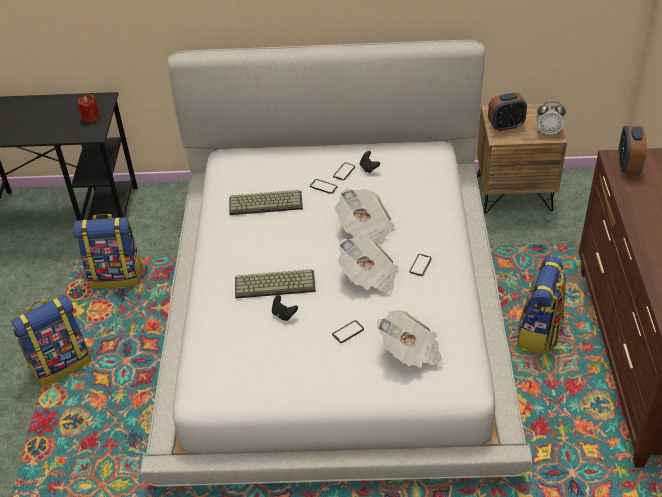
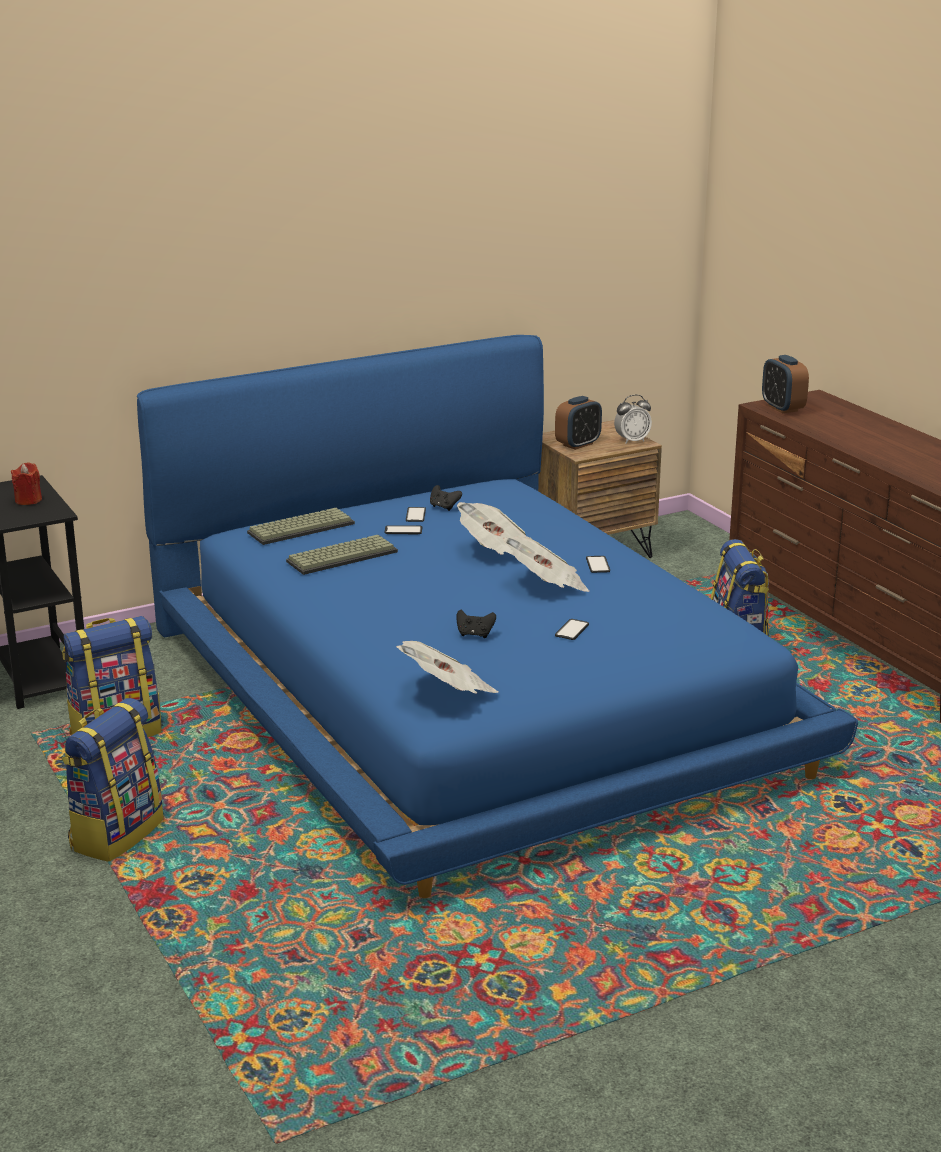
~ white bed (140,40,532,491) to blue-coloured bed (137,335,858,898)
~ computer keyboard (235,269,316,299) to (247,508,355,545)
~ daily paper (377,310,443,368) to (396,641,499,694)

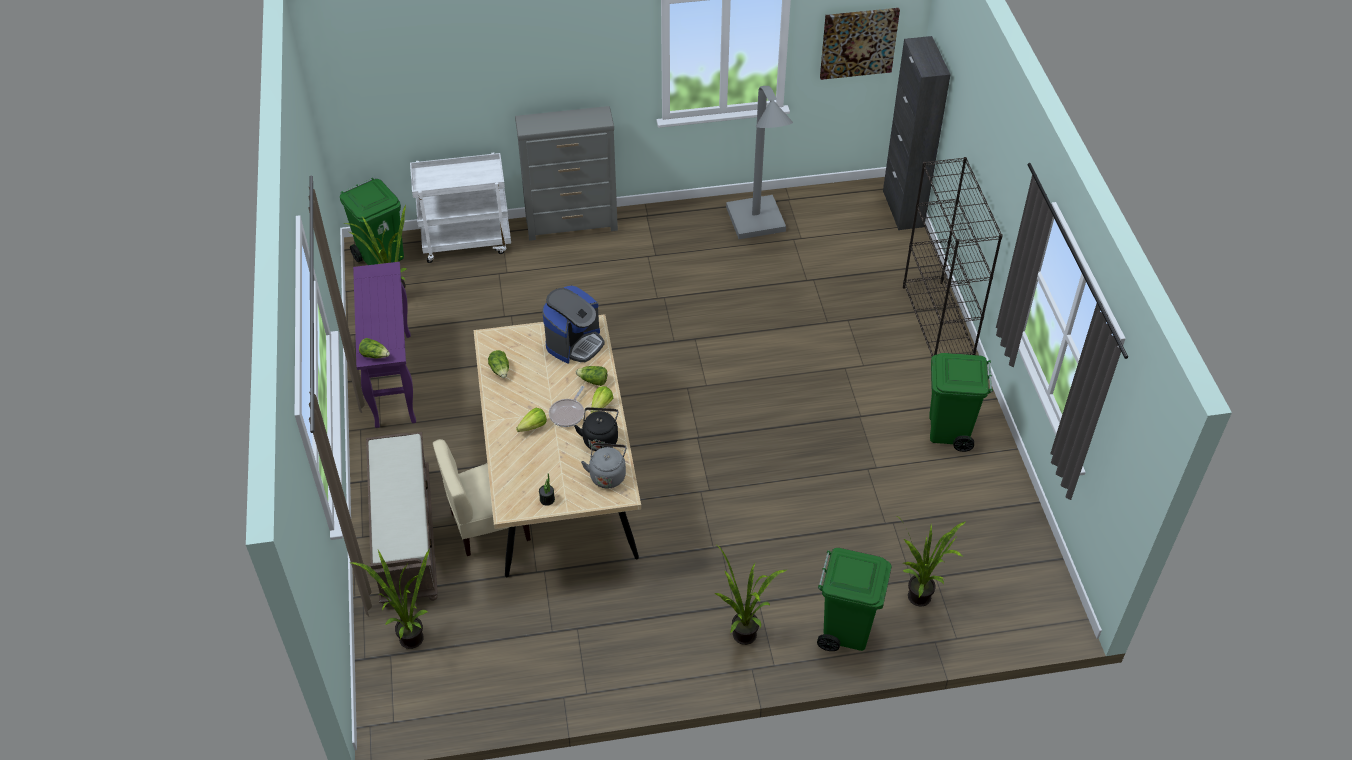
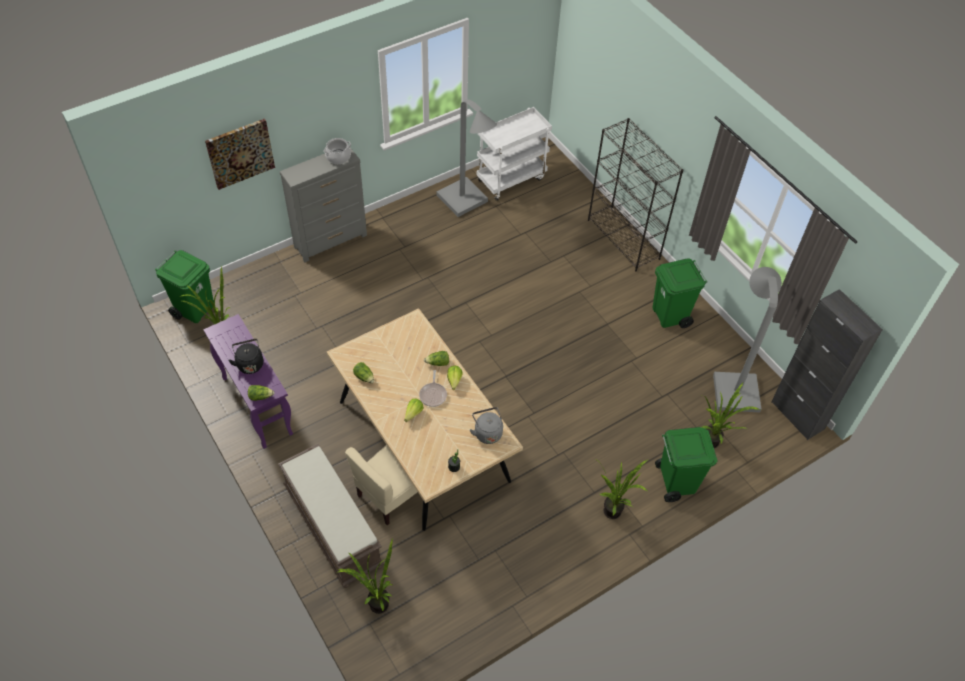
~ wall picture (820,8,900,80) to (205,118,275,190)
~ black kettle (574,407,618,451) to (228,339,263,374)
+ stockpot (324,138,351,164)
~ white wheeled cart (410,153,511,263) to (477,107,552,200)
+ grey standing lamp (713,267,782,412)
~ black storage cabinet (883,36,951,230) to (771,289,883,440)
- coffee maker (542,286,605,364)

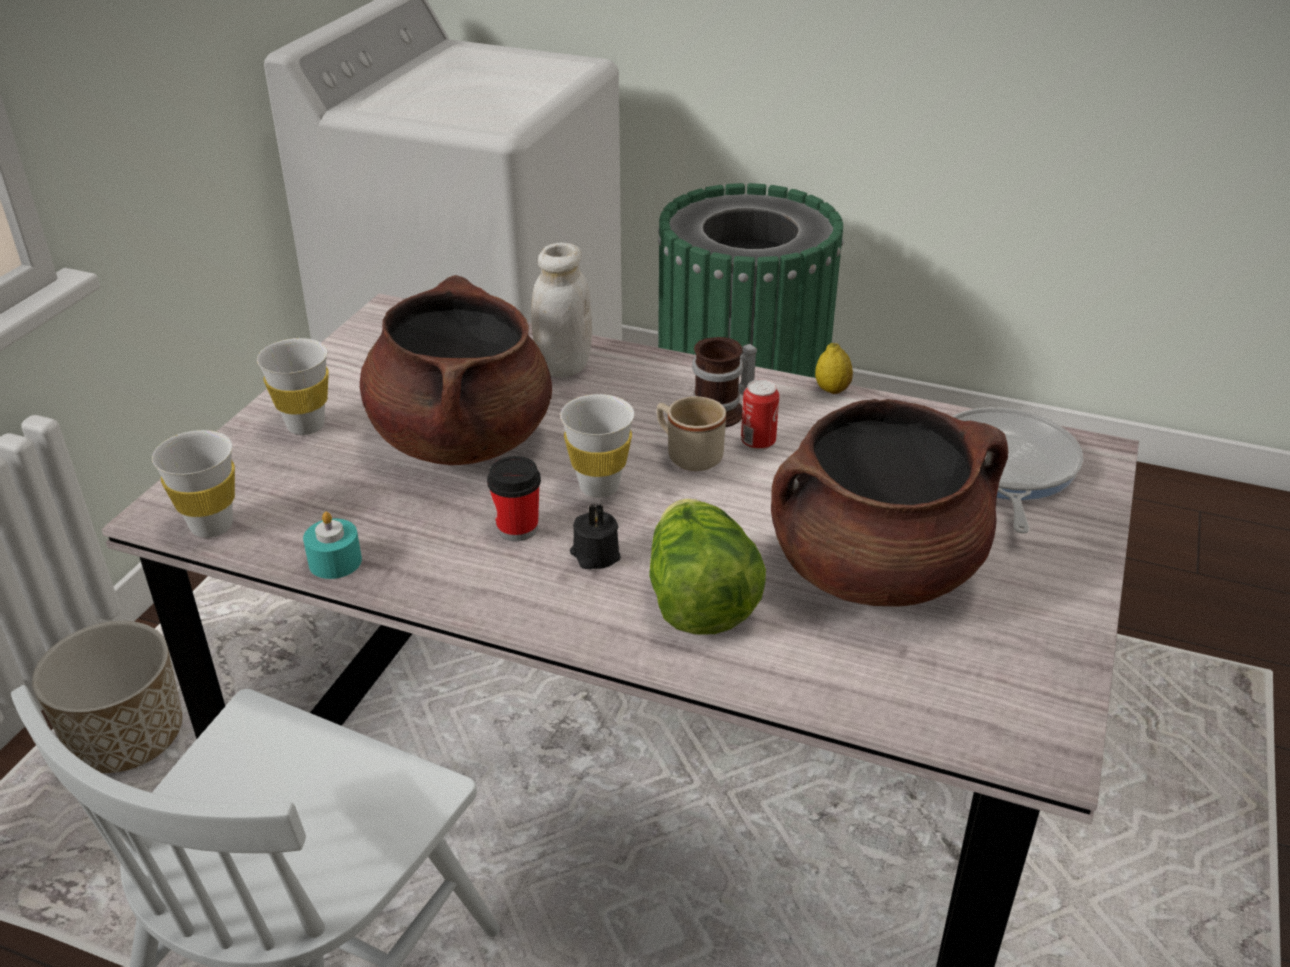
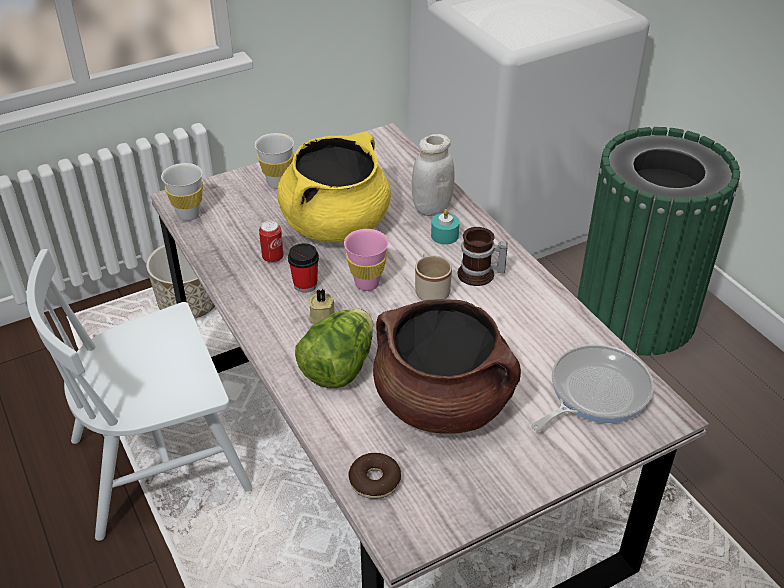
~ metal can (741,379,779,451) to (259,220,284,263)
~ brown-coloured stockpot (360,275,552,465) to yellow-coloured stockpot (277,132,391,242)
~ black candle (570,503,621,569) to beige-coloured candle (308,289,334,324)
~ white small cup (560,394,634,498) to pink small cup (344,229,389,291)
+ doughnut (348,453,401,499)
~ blue-green candle (303,512,362,579) to (431,209,460,245)
- citrus fruit (815,343,853,394)

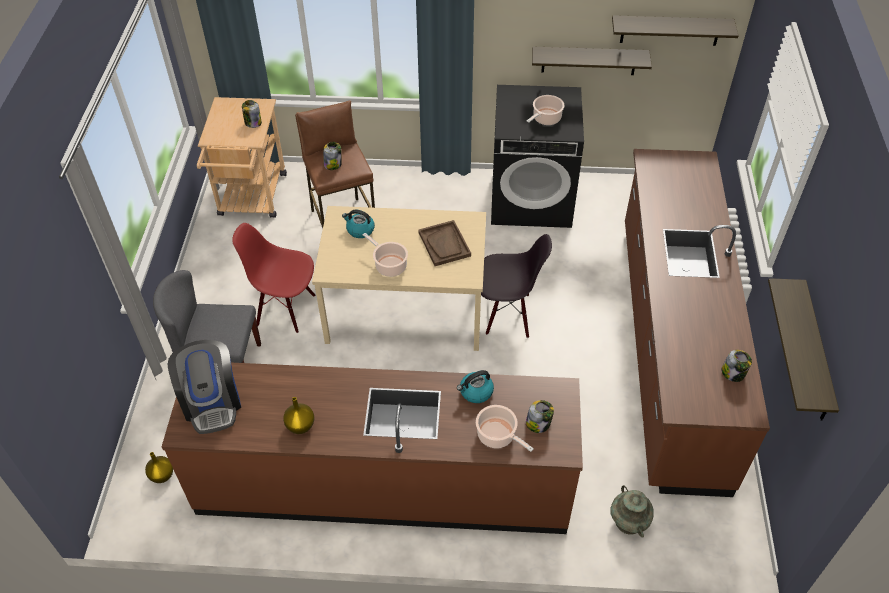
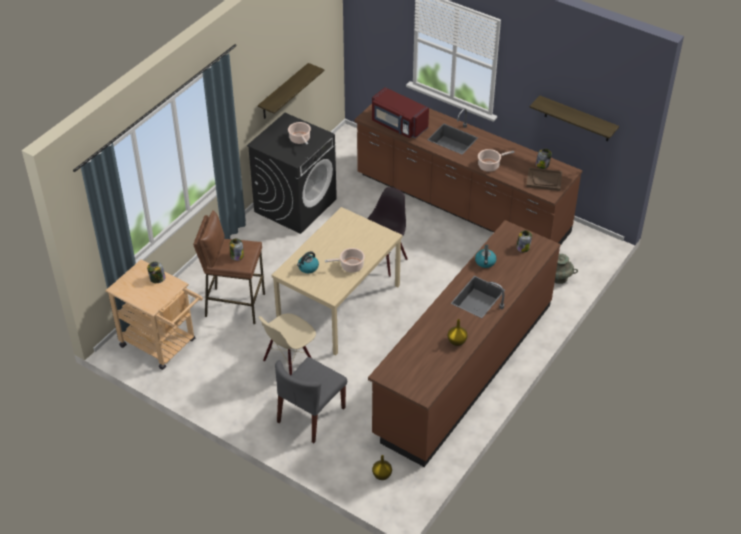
~ red-coloured plain chair (232,223,315,333) to beige-coloured plain chair (259,313,316,375)
+ red-coloured microwave oven (372,87,429,138)
~ stockpot (476,405,534,452) to (478,149,515,172)
~ brown-coloured carrying tray (418,220,471,266) to (526,168,562,191)
- coffee maker (168,340,241,434)
- shelf (612,15,738,46)

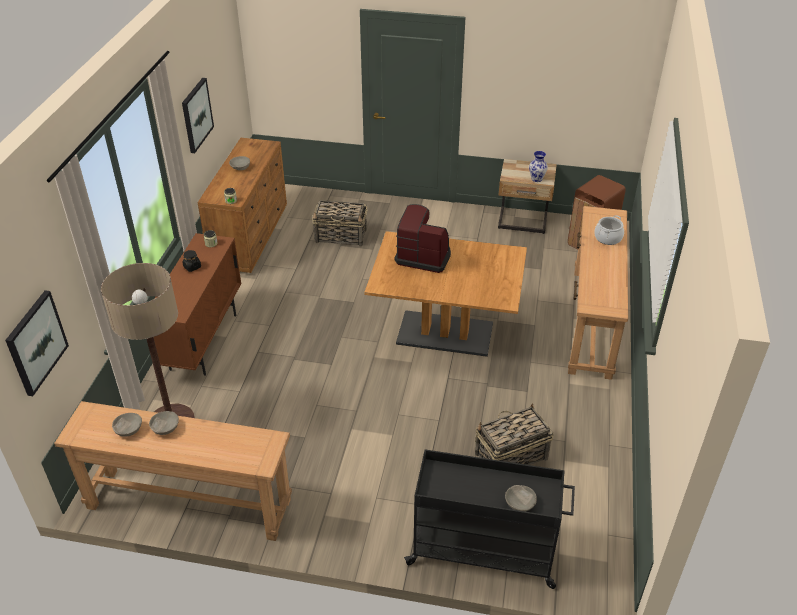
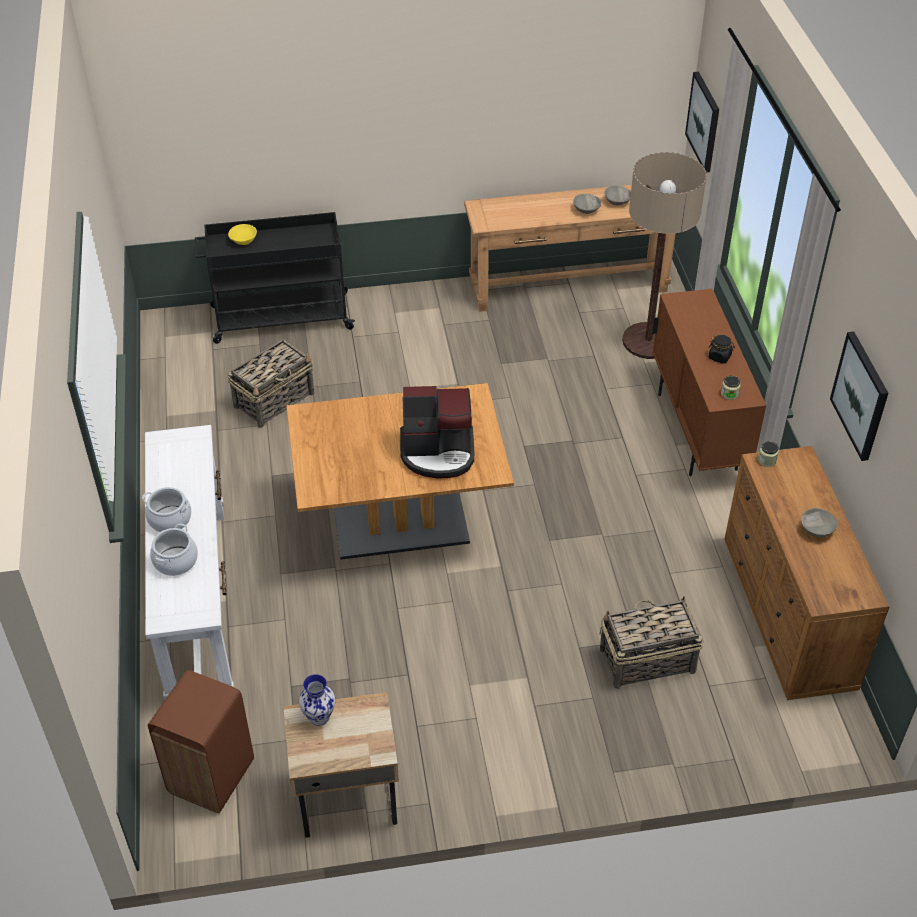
+ stockpot (142,487,191,532)
~ brown-coloured hall table (568,206,628,380) to white hall table (145,425,234,700)
~ grey deep dish (505,485,537,512) to yellow-coloured deep dish (228,224,257,245)

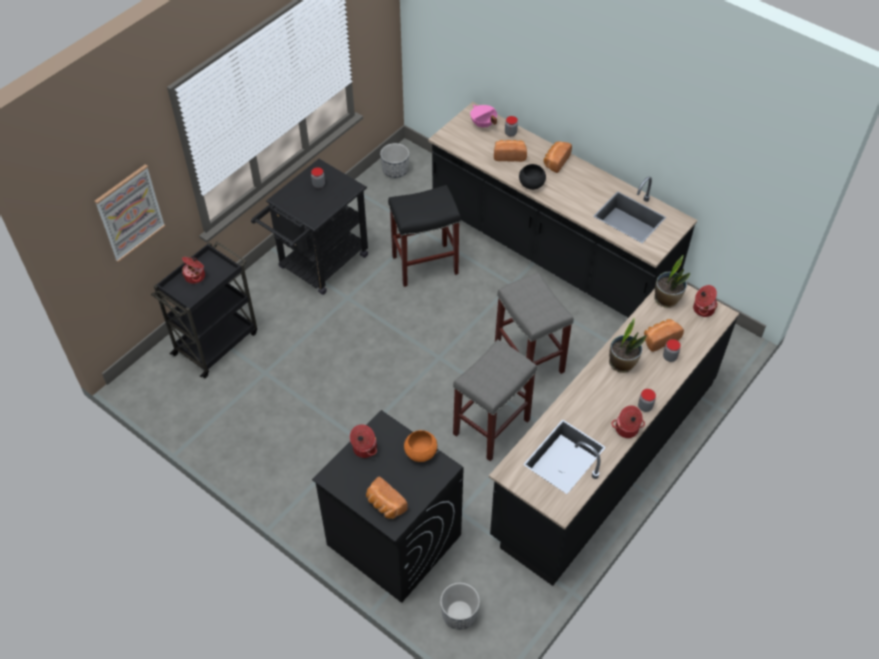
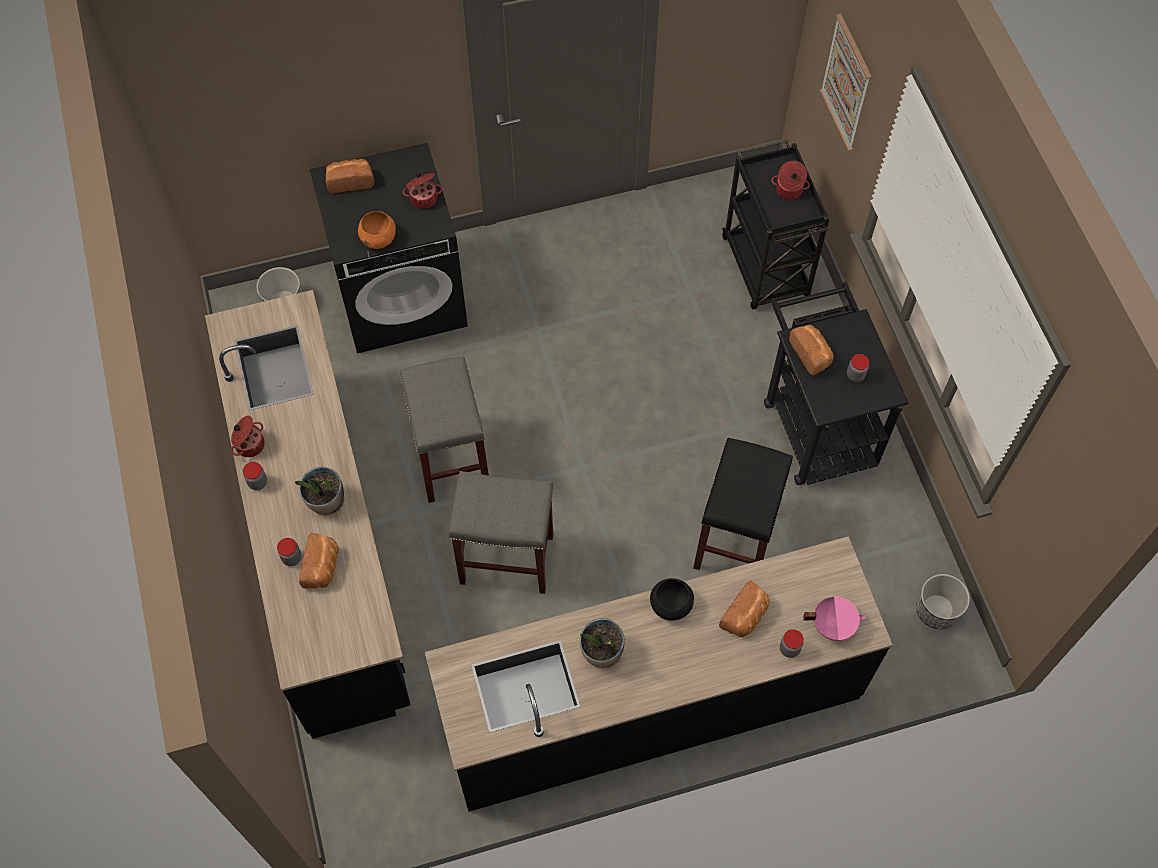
~ plant in a pot (654,255,690,308) to (580,618,624,669)
~ bread (544,141,572,173) to (789,325,834,376)
- stockpot (693,285,718,317)

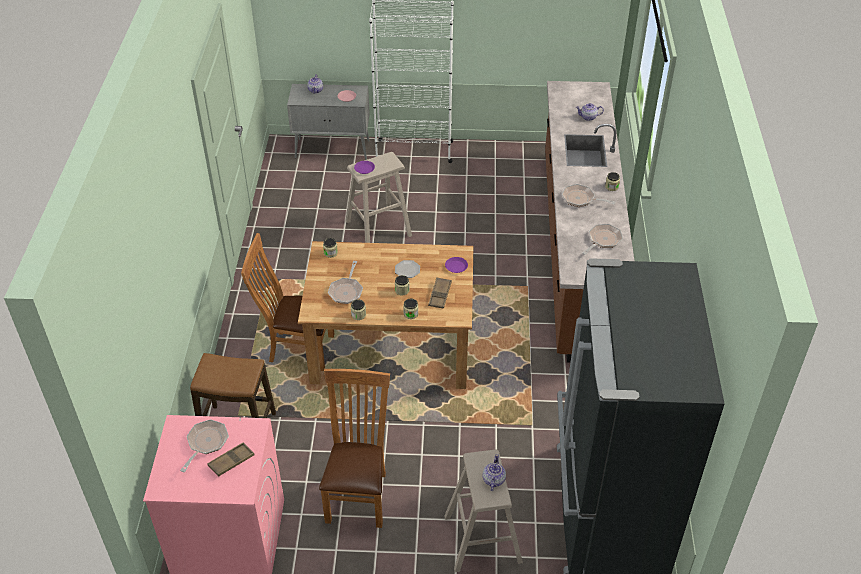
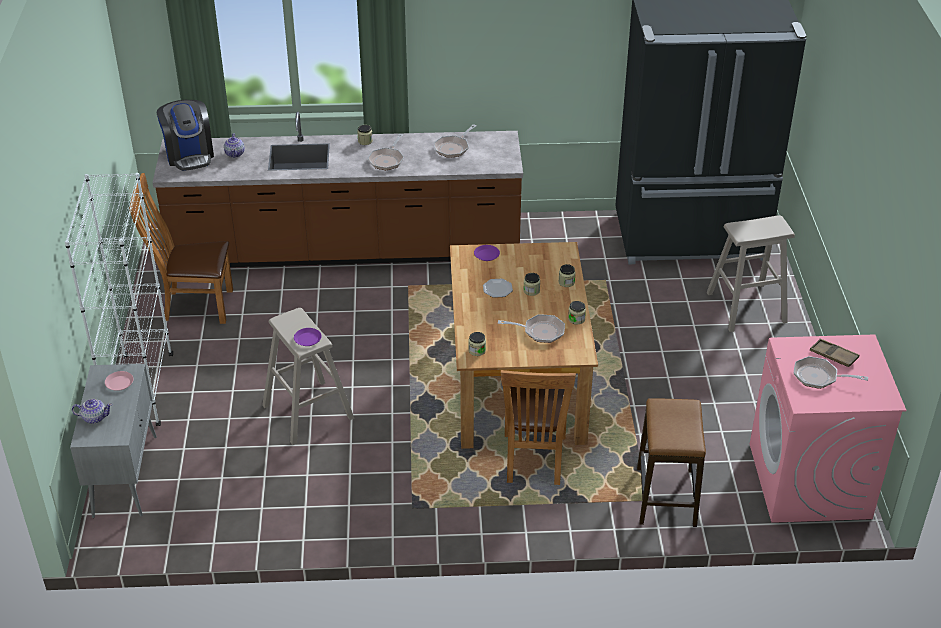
~ brown-coloured plain chair (319,369,390,528) to (129,173,233,324)
+ coffee maker (157,100,214,171)
~ pan (582,224,623,255) = (434,124,476,158) 90 degrees counterclockwise
- brown-coloured carrying tray (428,277,452,309)
- teapot (483,454,506,491)

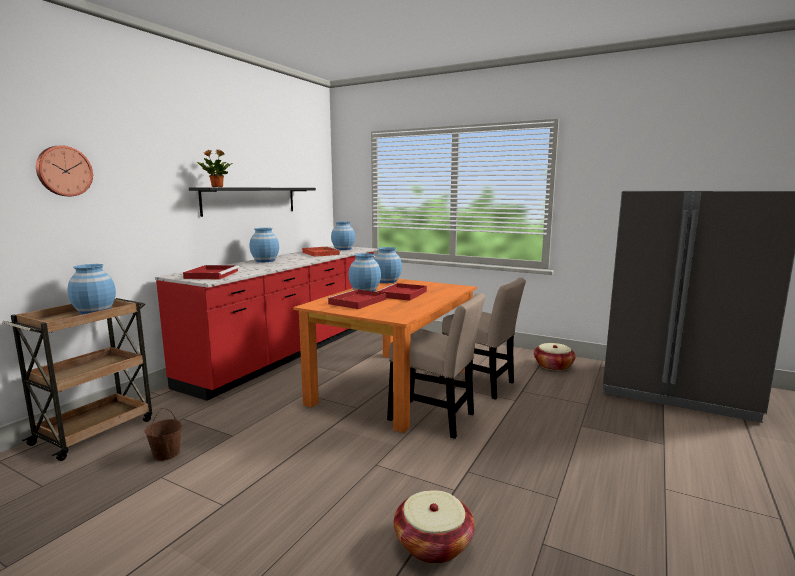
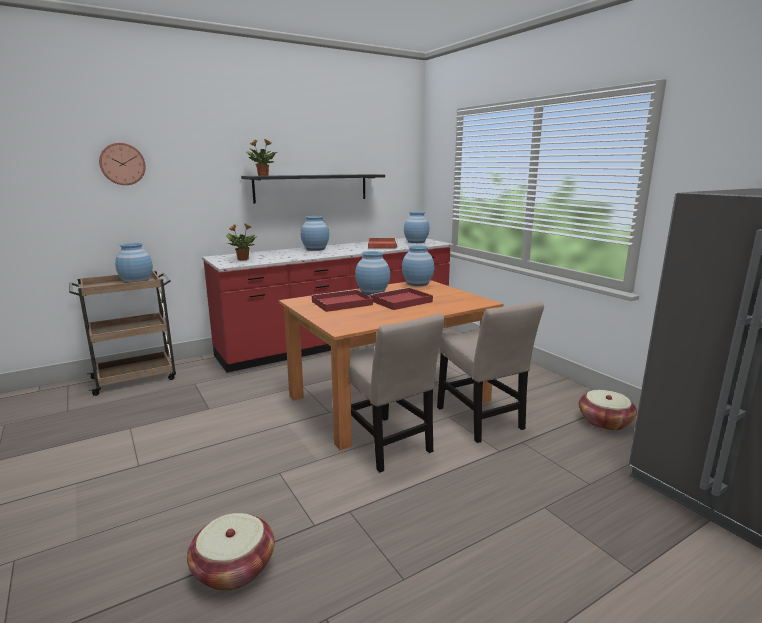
~ red-coloured carrying tray (183,265,239,279) to plant in a pot (226,223,256,261)
- brown-coloured bucket (145,408,182,461)

